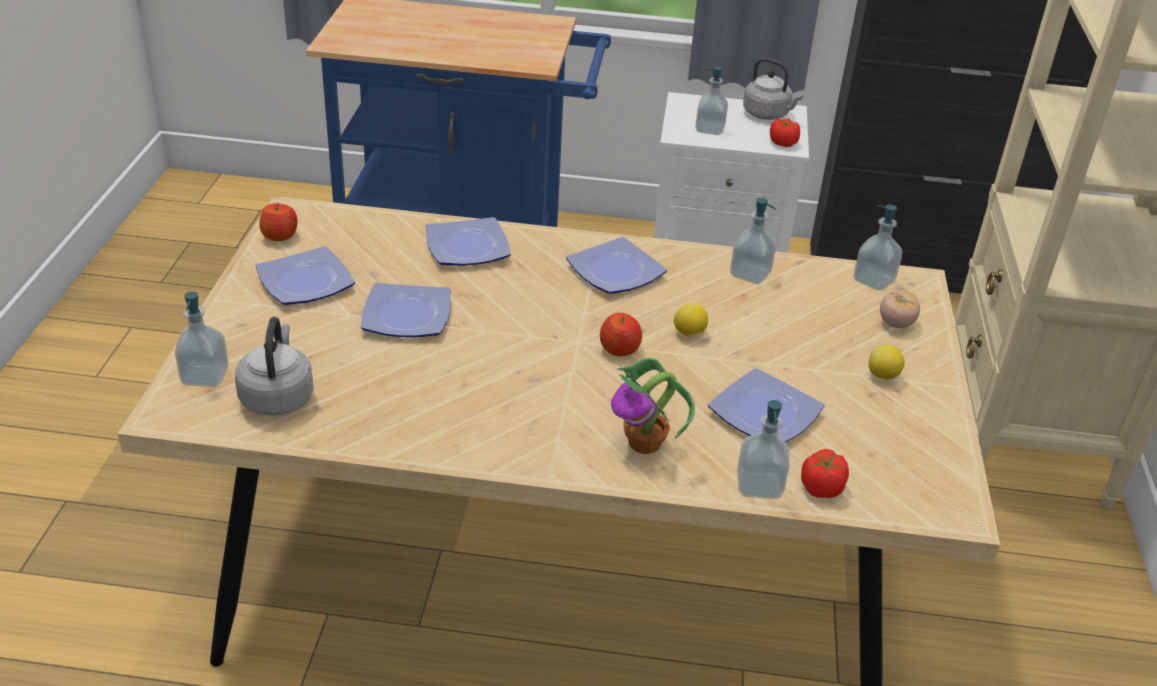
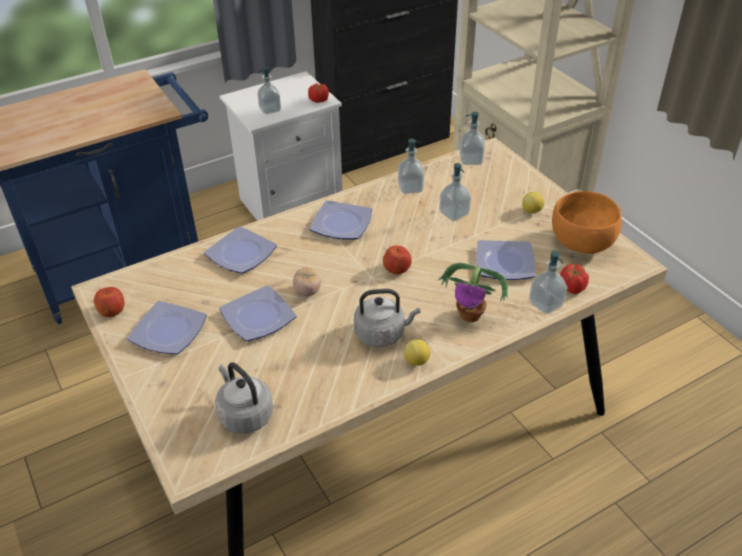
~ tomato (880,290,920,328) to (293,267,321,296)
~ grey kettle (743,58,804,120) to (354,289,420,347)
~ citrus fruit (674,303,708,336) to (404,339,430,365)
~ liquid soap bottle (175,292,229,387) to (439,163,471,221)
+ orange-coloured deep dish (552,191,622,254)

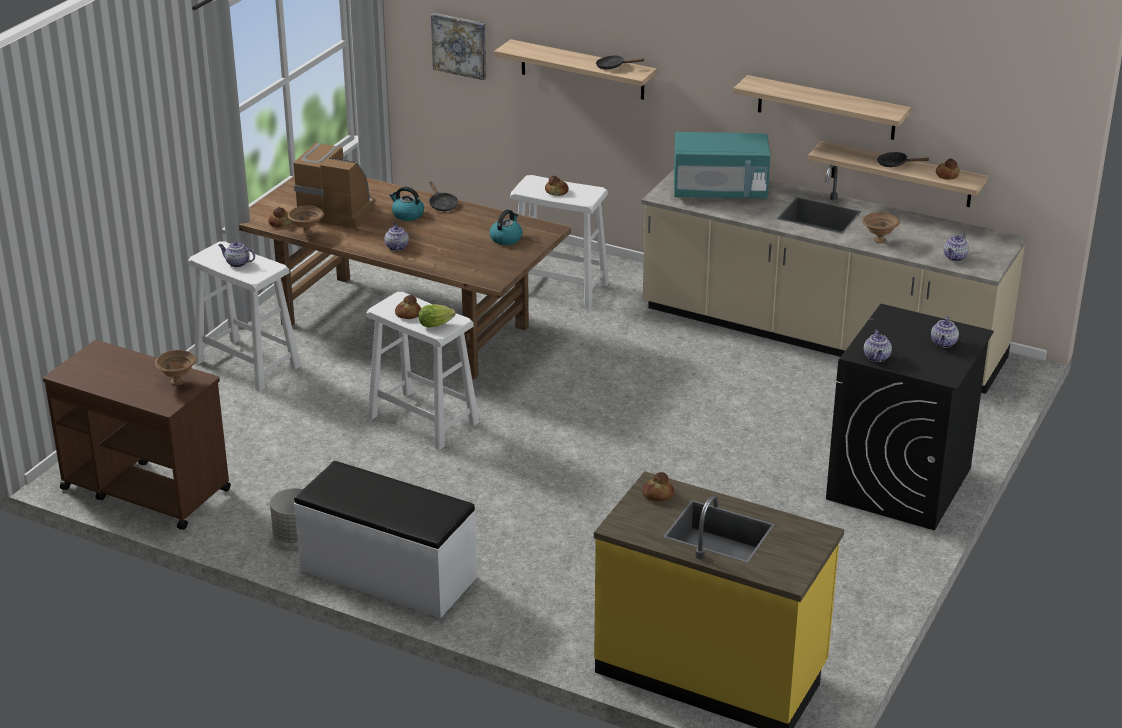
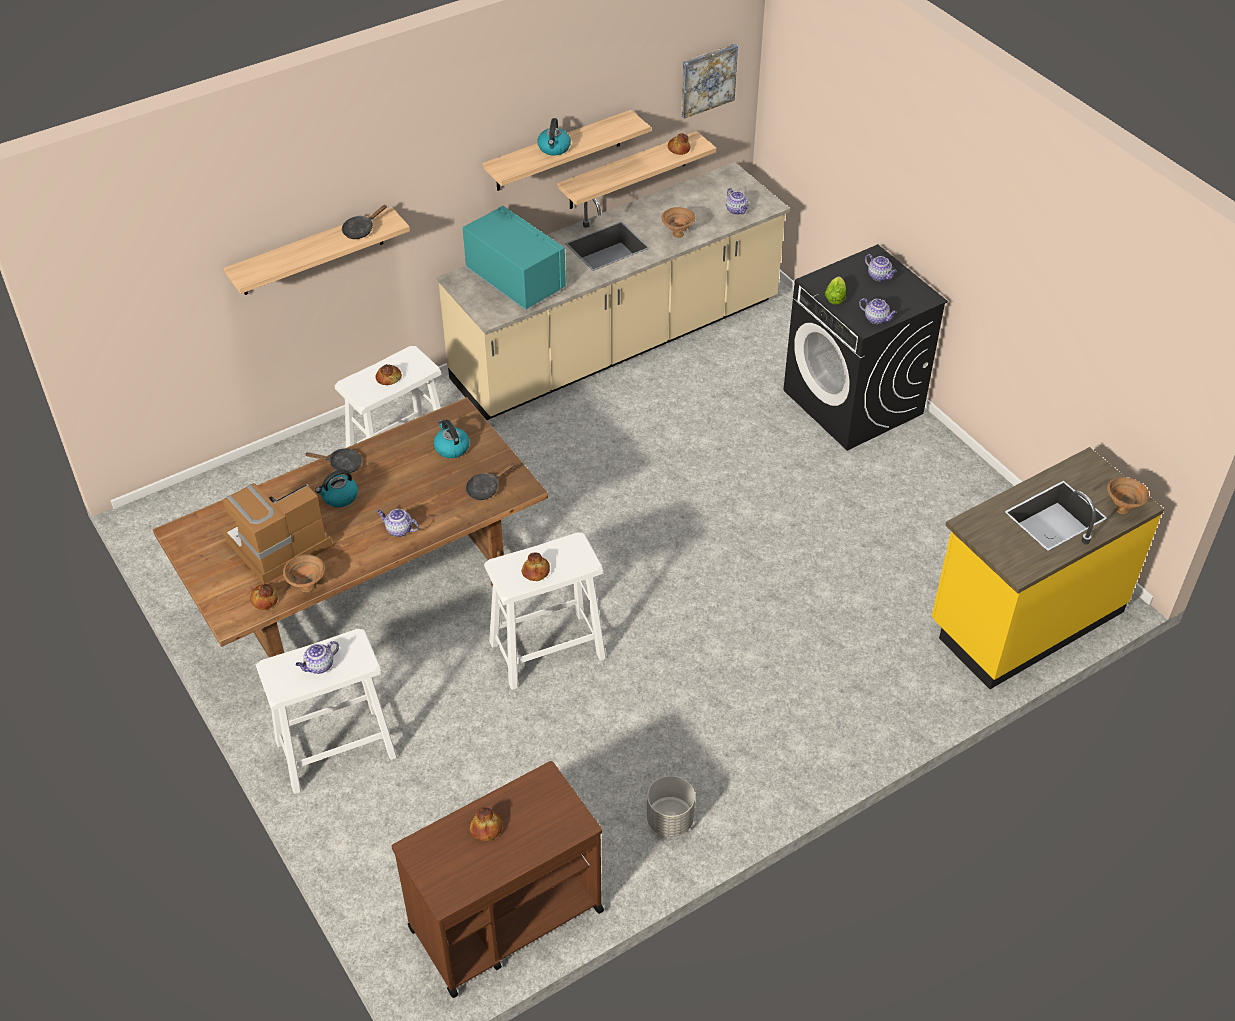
~ blue-green microwave oven (674,132,770,199) = (463,206,566,310) 75 degrees counterclockwise
~ black pan (877,152,930,167) to (466,463,515,500)
~ bread (642,472,674,501) to (470,807,502,841)
+ kettle (537,118,571,156)
~ wall picture (431,13,486,80) to (681,44,738,119)
~ lettuce (419,304,456,328) to (825,276,846,304)
~ brown-coloured deep dish (155,350,197,385) to (1107,477,1149,514)
- white indoor bench (294,461,477,618)

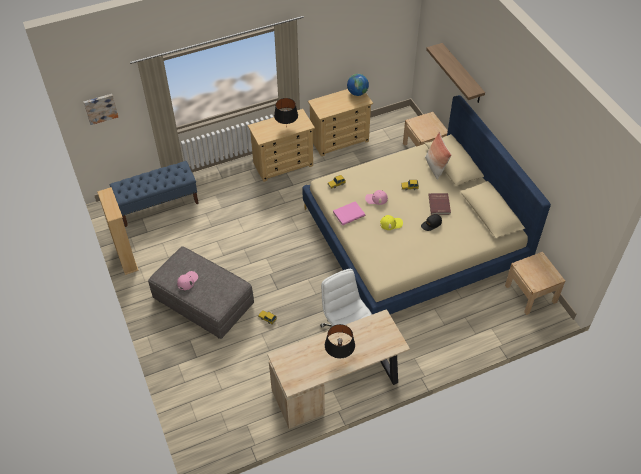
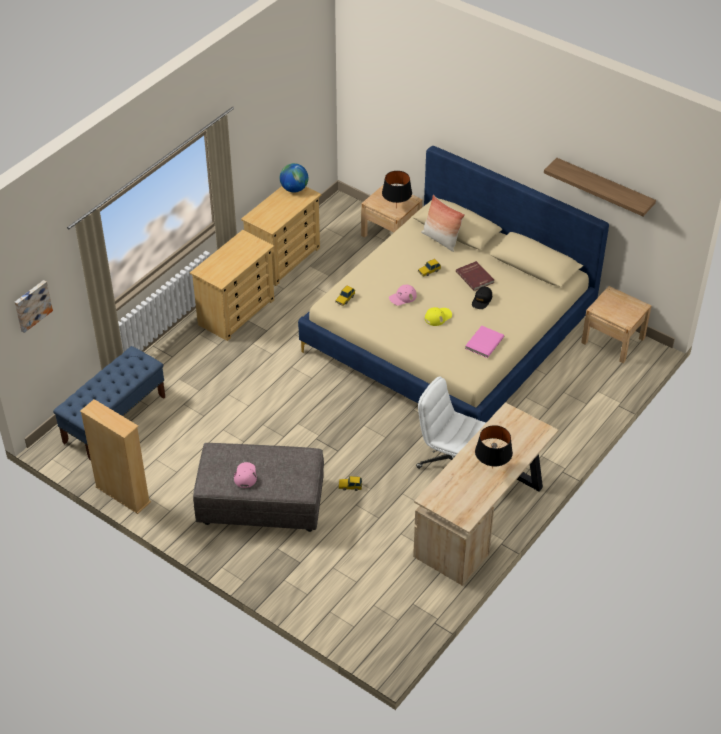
~ black table lamp (274,98,298,126) to (382,171,412,209)
~ pink volume (333,201,365,226) to (465,326,504,358)
~ shelf (426,43,485,103) to (544,158,656,217)

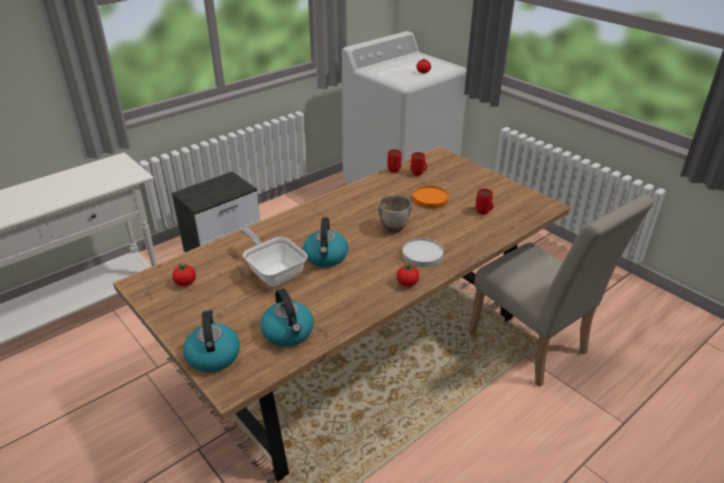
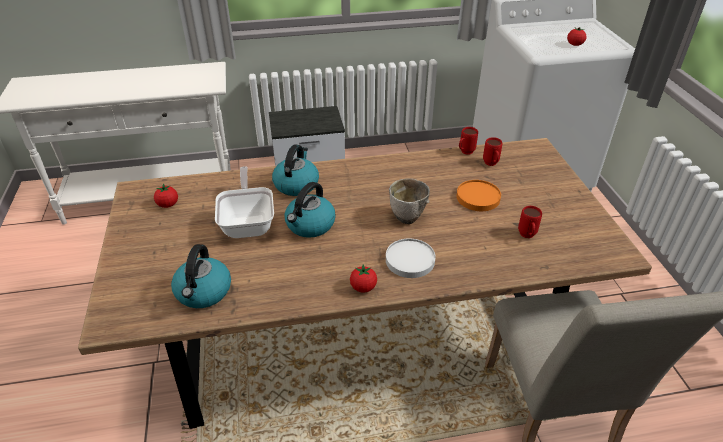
~ kettle (183,310,240,372) to (272,144,319,196)

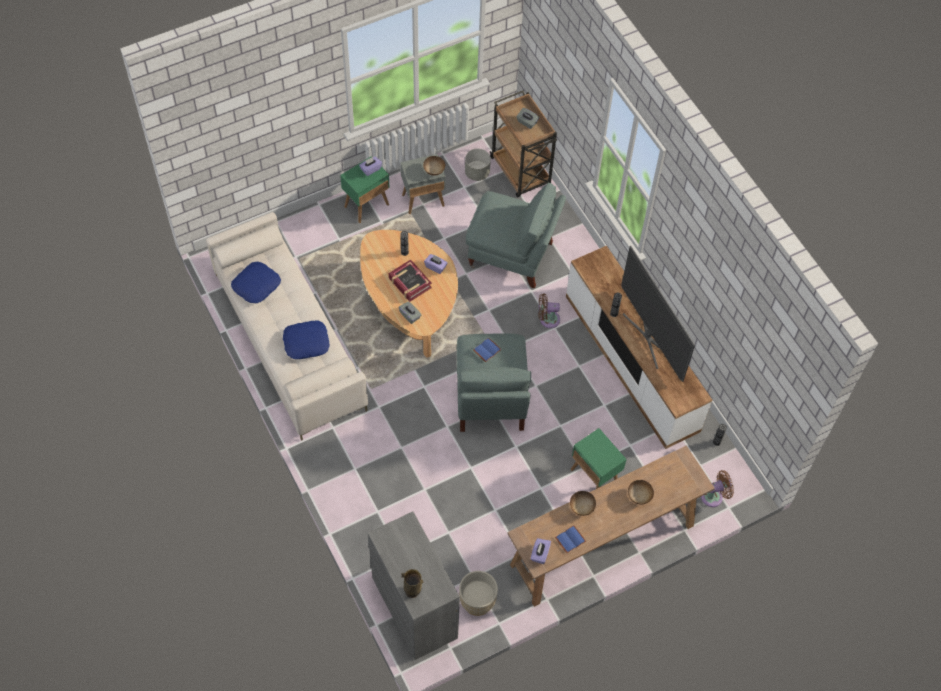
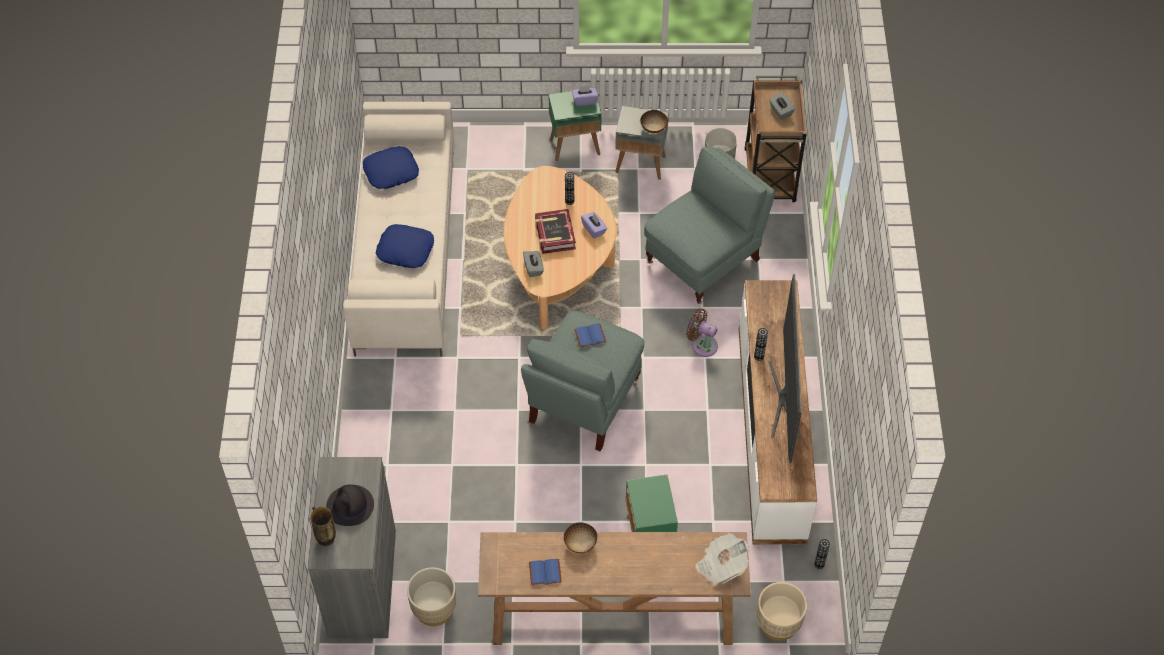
+ black wearable hat (326,485,374,526)
~ grey easy chair (466,182,566,289) = (644,146,775,304) 90 degrees counterclockwise
+ daily paper (695,533,749,586)
~ brown-coloured fan (701,470,734,507) to beige-coloured plant pot (757,582,807,641)
- purple-coloured tissue box (531,538,551,564)
- deep dish (628,480,654,504)

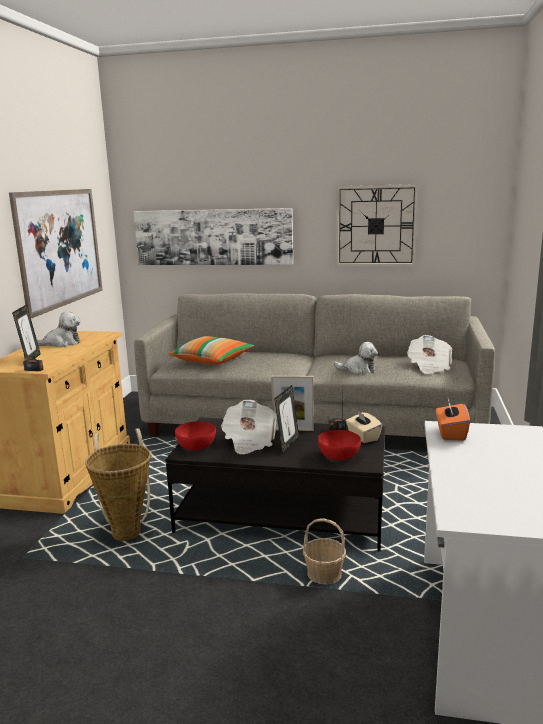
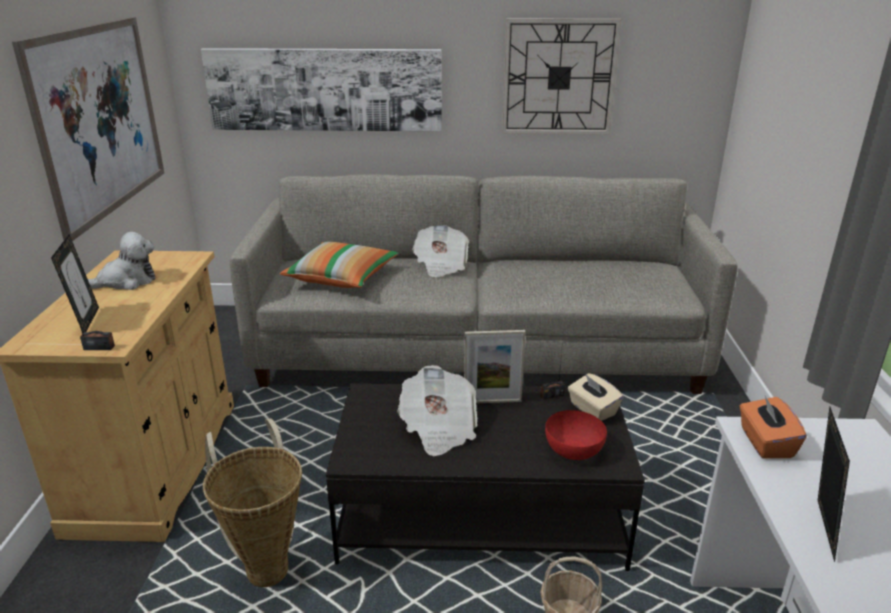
~ daily paper (407,335,452,374) to (412,225,469,277)
~ standing frame (274,385,299,454) to (818,407,850,562)
- red-coloured deep dish (175,422,216,450)
- plush toy (334,342,378,374)

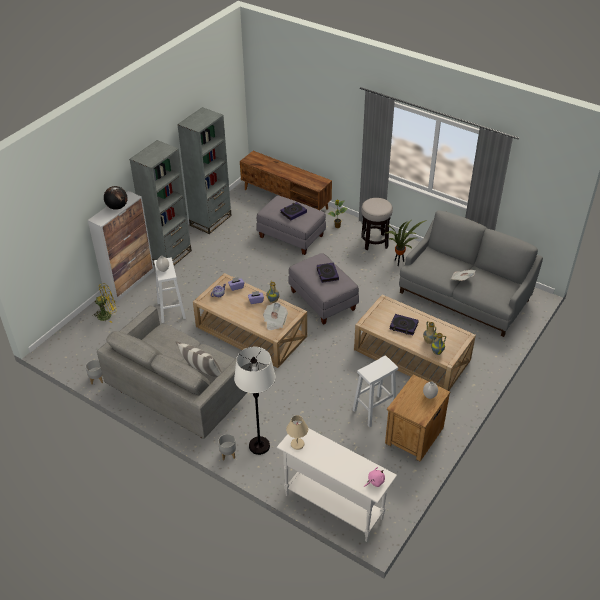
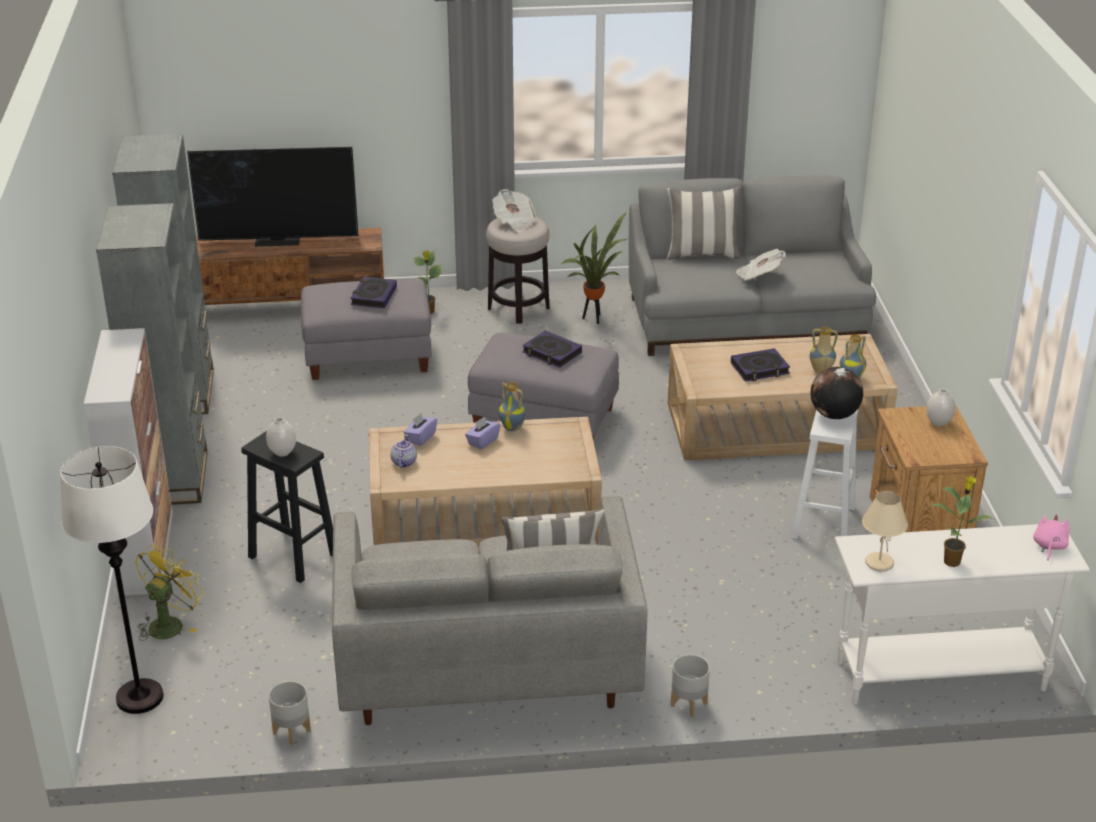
~ white standing lamp (234,347,276,455) to (60,446,164,714)
+ television (187,146,358,247)
~ white stool seat (154,257,186,323) to black stool seat (241,431,333,583)
~ daily paper (263,302,288,330) to (492,189,537,232)
+ throw pillow (667,186,742,260)
~ desk globe (104,186,128,210) to (810,367,863,419)
+ plant in a pot (930,476,994,567)

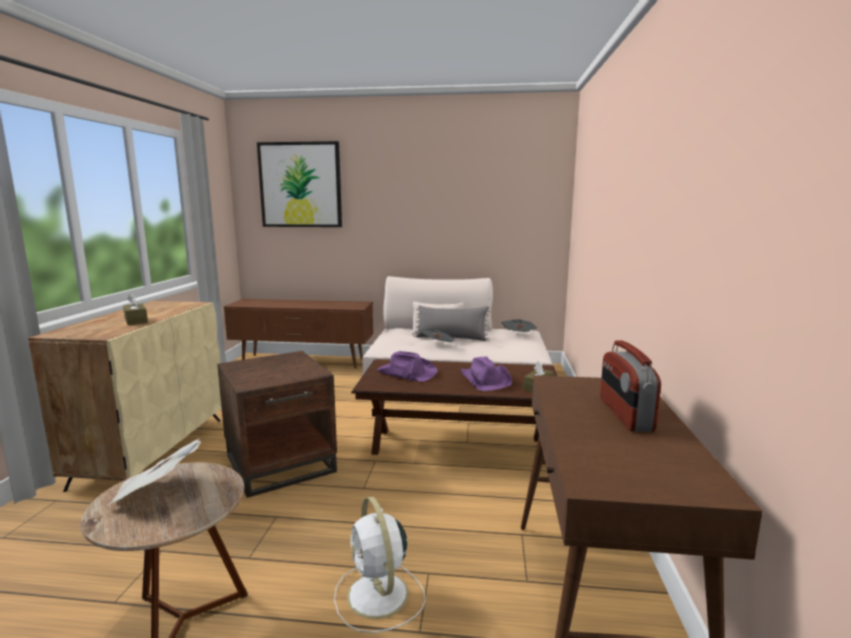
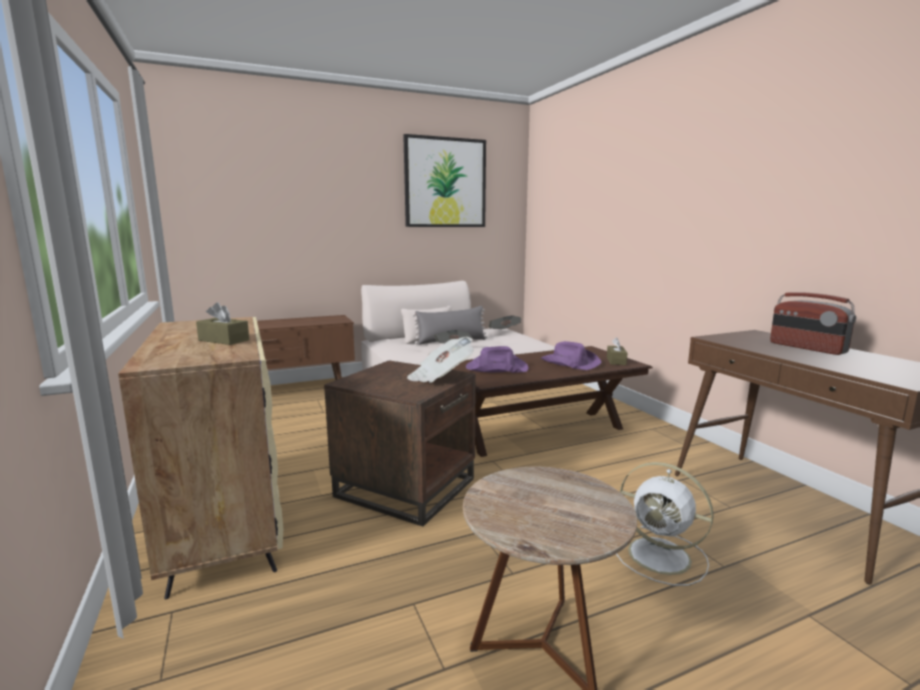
~ wall picture (257,141,342,227) to (403,134,486,227)
~ daily paper (107,438,201,506) to (407,337,474,383)

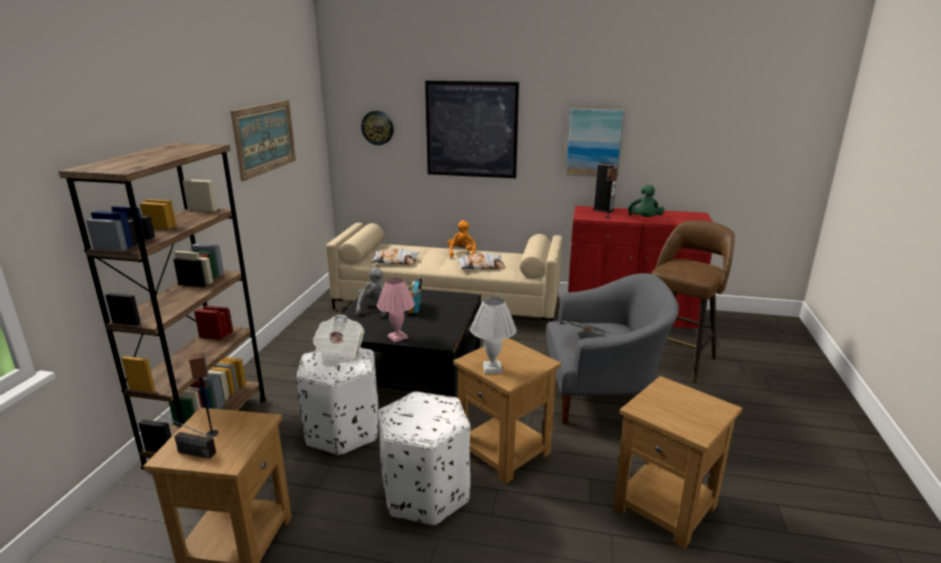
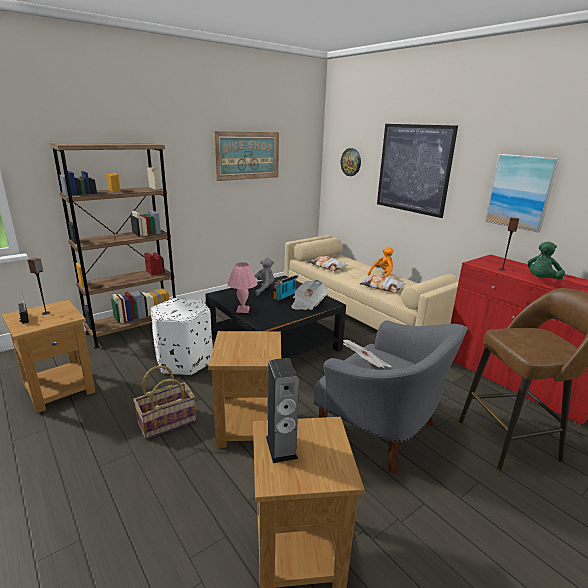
~ white ottoman (378,392,471,525) to storage basket (133,365,196,440)
~ audio speaker (593,162,618,213) to (266,358,299,463)
~ daily paper (312,315,364,367) to (291,279,328,310)
- white table lamp (470,297,517,374)

